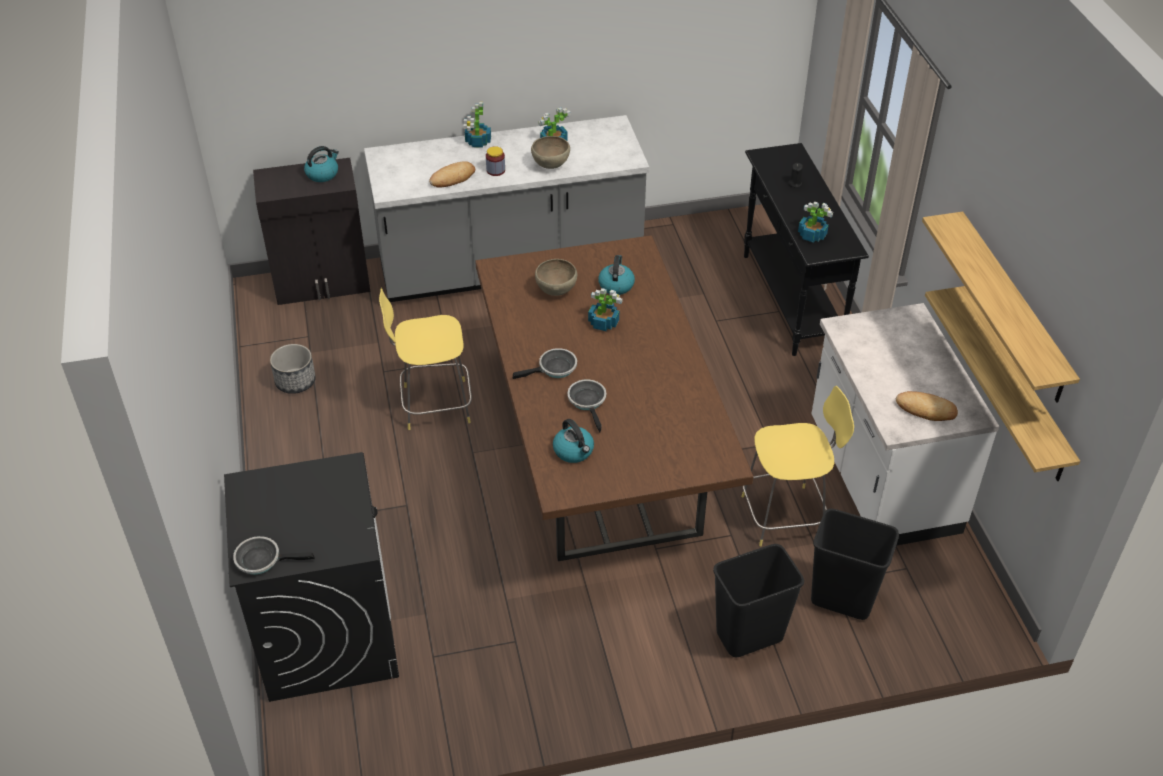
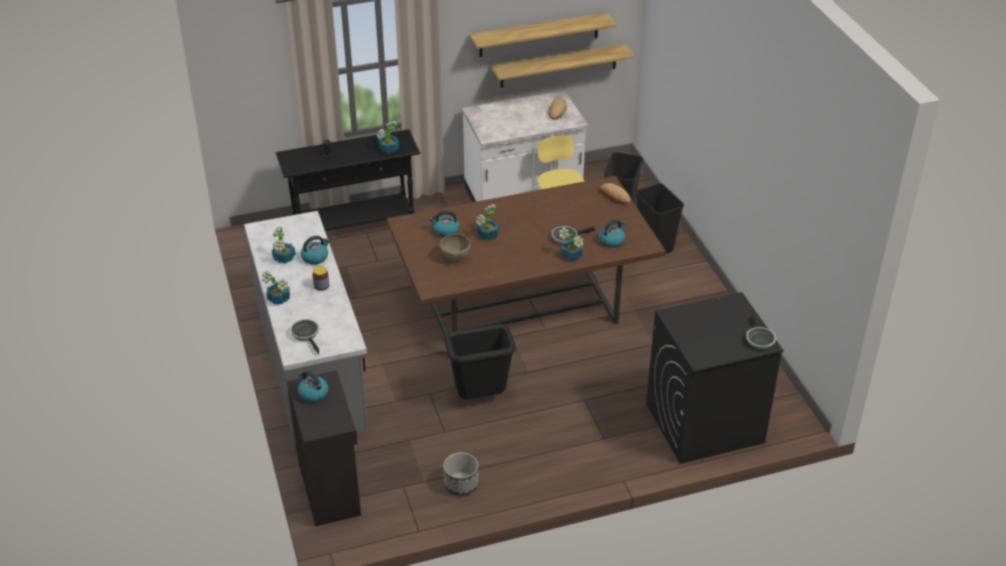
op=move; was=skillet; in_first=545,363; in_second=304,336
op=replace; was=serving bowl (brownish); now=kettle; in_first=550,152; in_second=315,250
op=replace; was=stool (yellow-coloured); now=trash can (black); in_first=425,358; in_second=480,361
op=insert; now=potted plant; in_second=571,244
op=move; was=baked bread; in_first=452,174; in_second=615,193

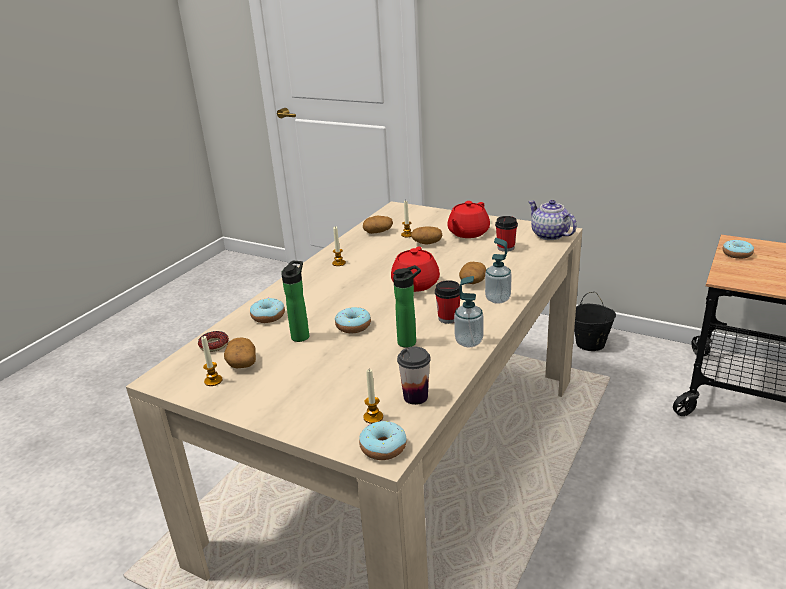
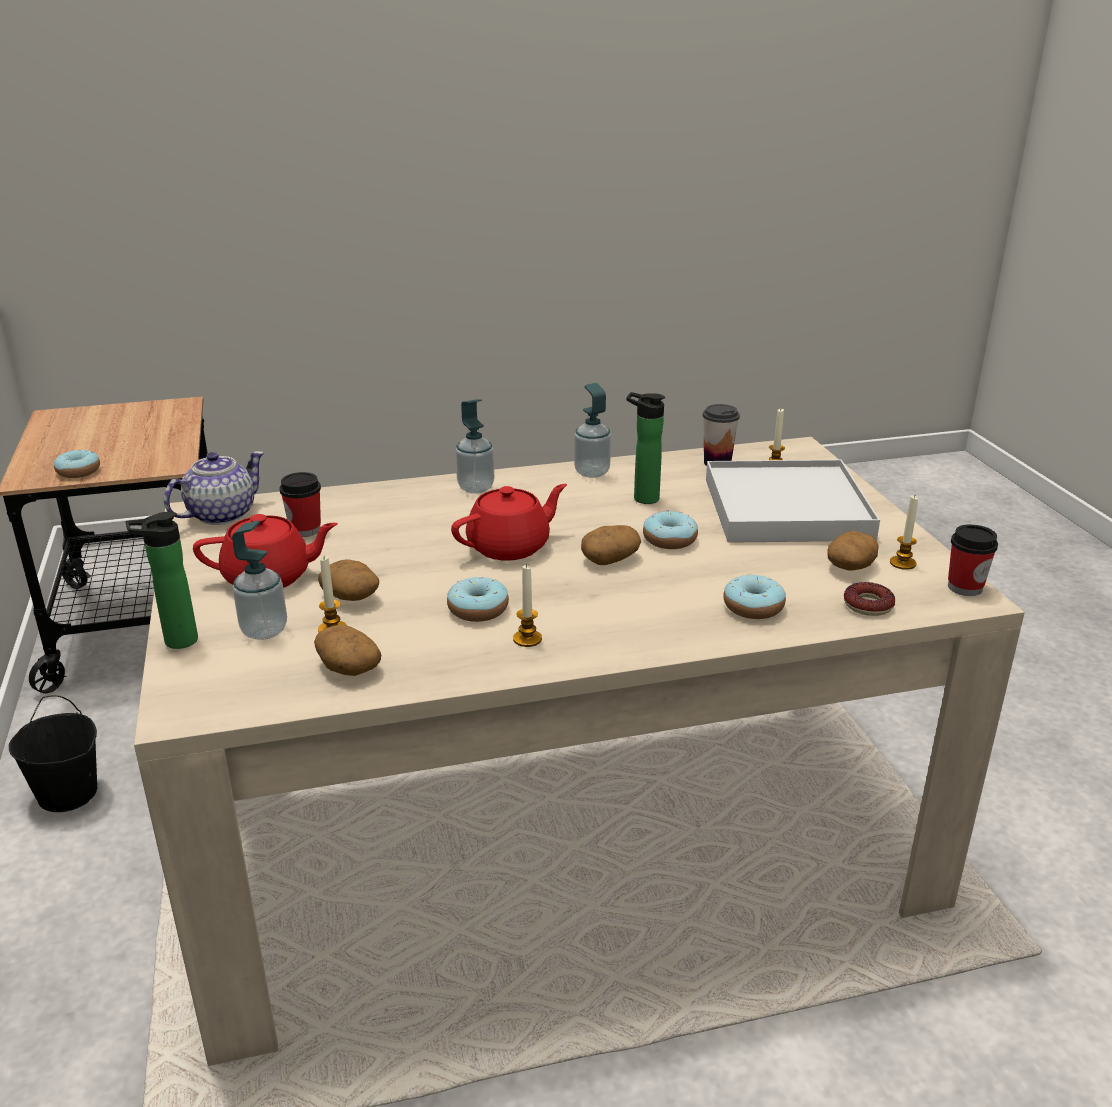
op=move; was=bottle; in_first=295,301; in_second=162,580
op=rotate; was=teapot; in_first=552,220; in_second=214,488; clockwise=-150
op=insert; now=soap bottle; in_second=259,580
op=move; was=donut; in_first=383,440; in_second=478,599
op=move; was=whole potato; in_first=472,273; in_second=611,545
op=insert; now=serving tray (white-coloured); in_second=793,501
op=move; was=drinking cup; in_first=447,302; in_second=973,560

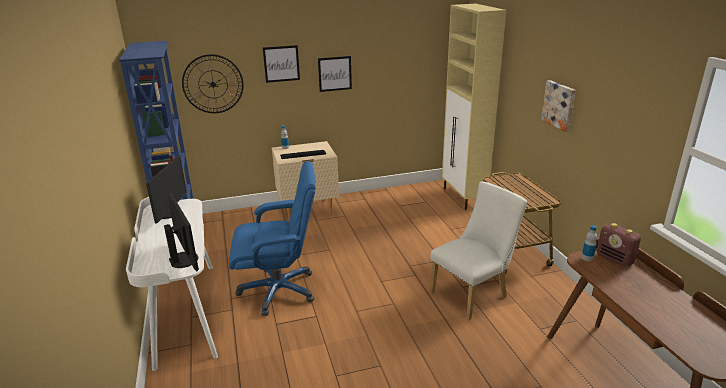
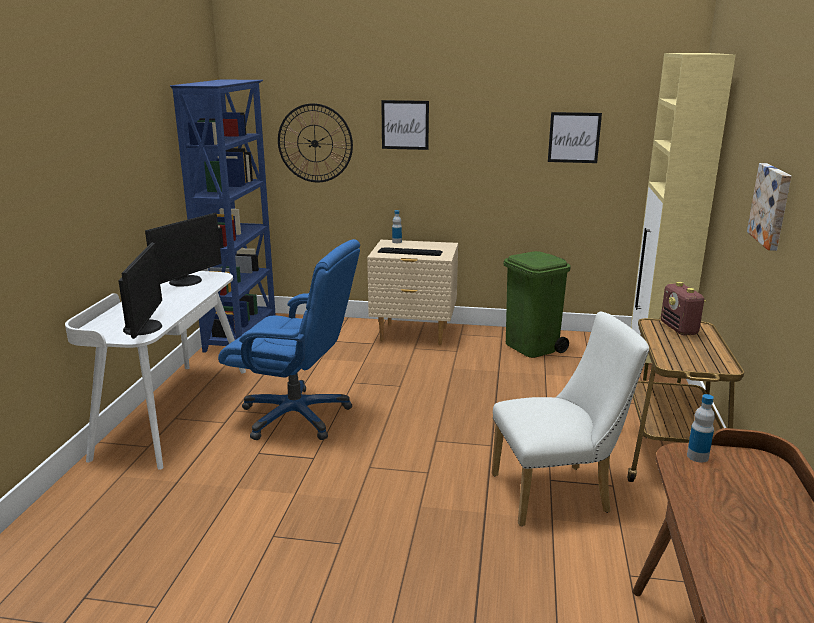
op=insert; now=trash can (green-coloured); in_second=537,304
op=move; was=wall art; in_first=335,74; in_second=575,137
op=move; was=radio; in_first=619,245; in_second=683,308

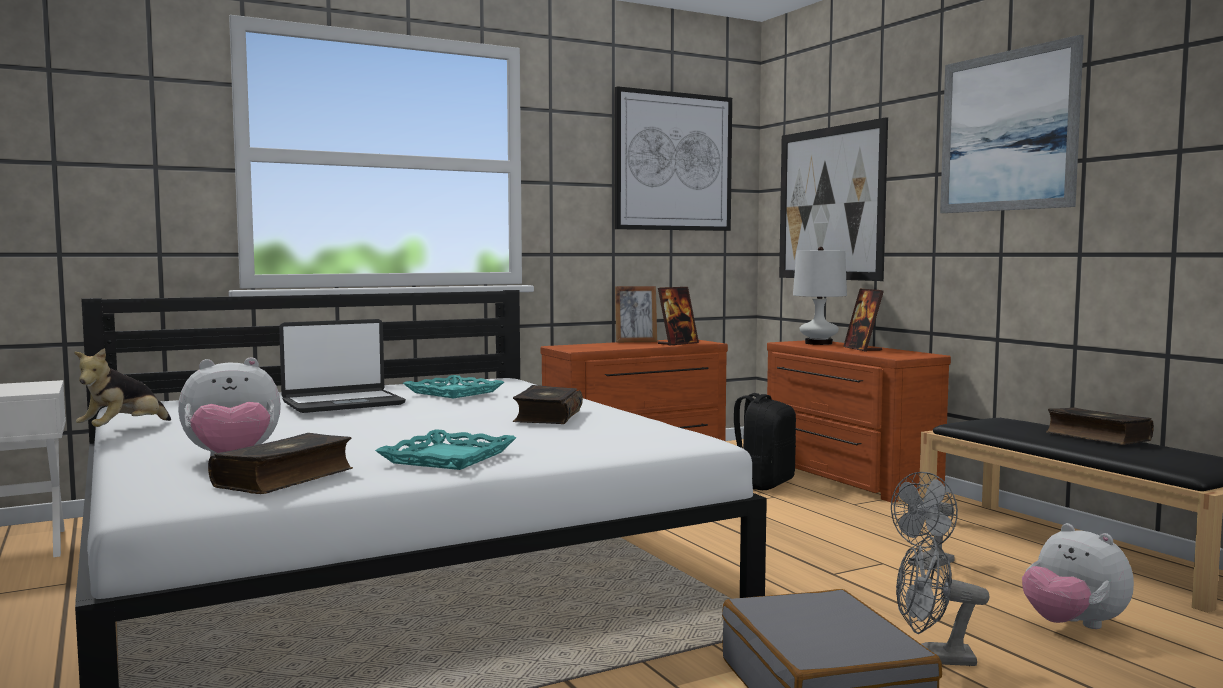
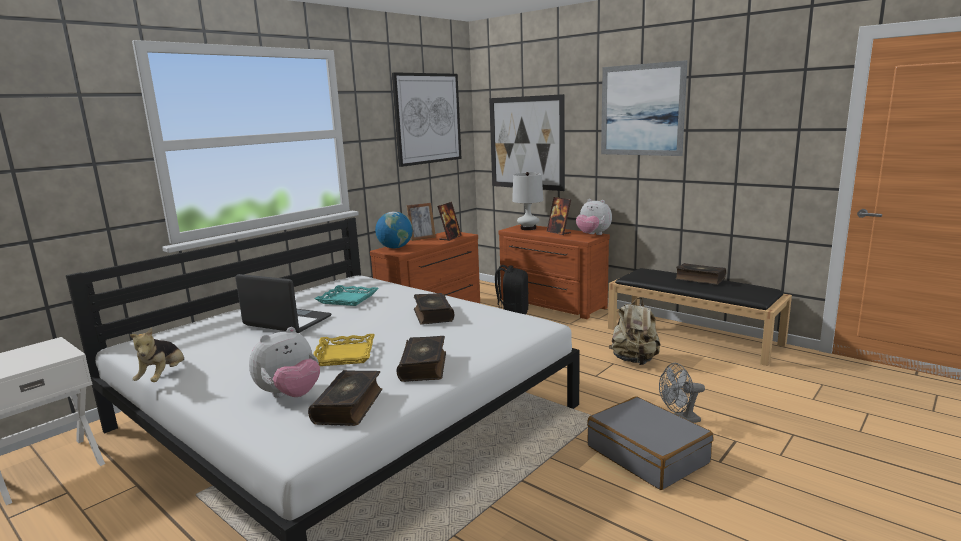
op=rotate; was=laptop; in_first=342,366; in_second=283,303; clockwise=-105
op=insert; now=serving tray (yellow-coloured); in_second=344,350
op=insert; now=world globe; in_second=394,230
op=replace; was=serving tray (turquoise); now=volume; in_first=446,449; in_second=421,359
op=move; was=cuddly toy; in_first=1078,576; in_second=594,217
op=replace; was=cooling fan (greyish); now=rucksack (beige-coloured); in_first=924,520; in_second=635,331

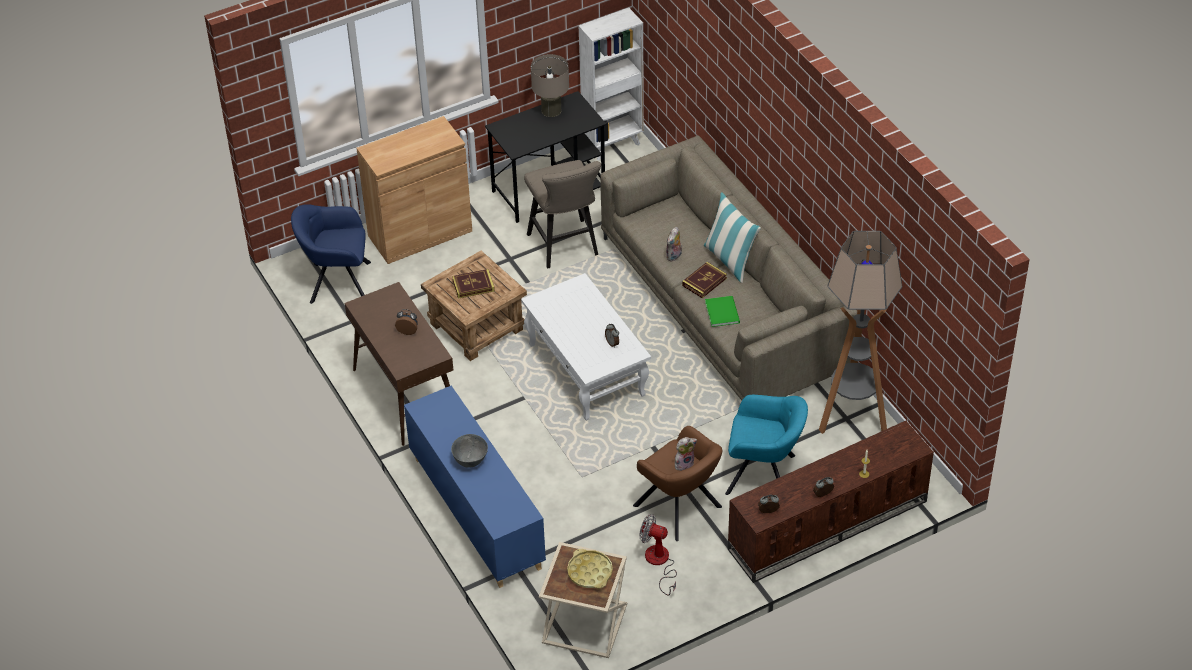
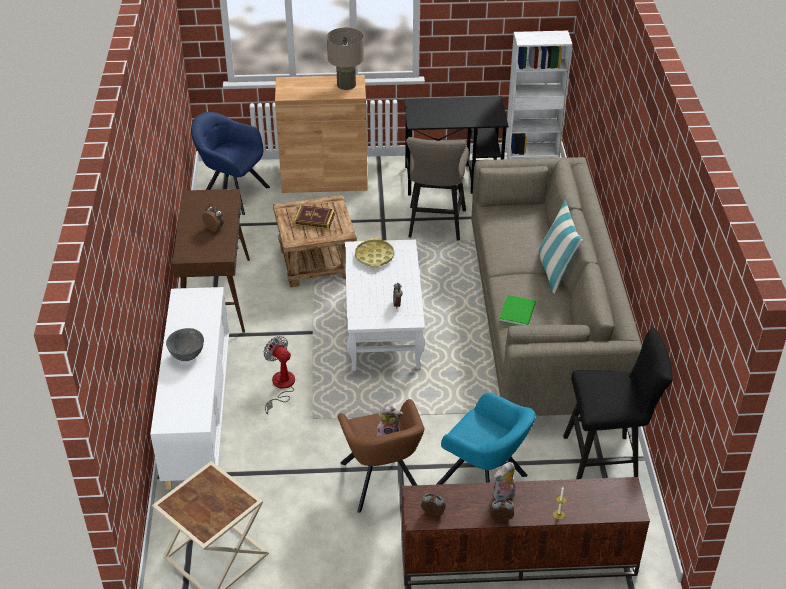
op=recolor; was=cabinet (blue-coloured); now=cabinet (white-coloured); in_first=475,487; in_second=189,388
op=move; was=cooling fan; in_first=658,554; in_second=279,375
op=move; was=table lamp (beige-coloured); in_first=550,85; in_second=345,59
op=move; was=serving tray (yellow-coloured); in_first=590,569; in_second=374,252
op=move; was=cuddly toy; in_first=674,244; in_second=504,481
op=replace; was=standing lamp; now=stool (black); in_first=860,332; in_second=618,403
op=delete; was=volume; in_first=704,280

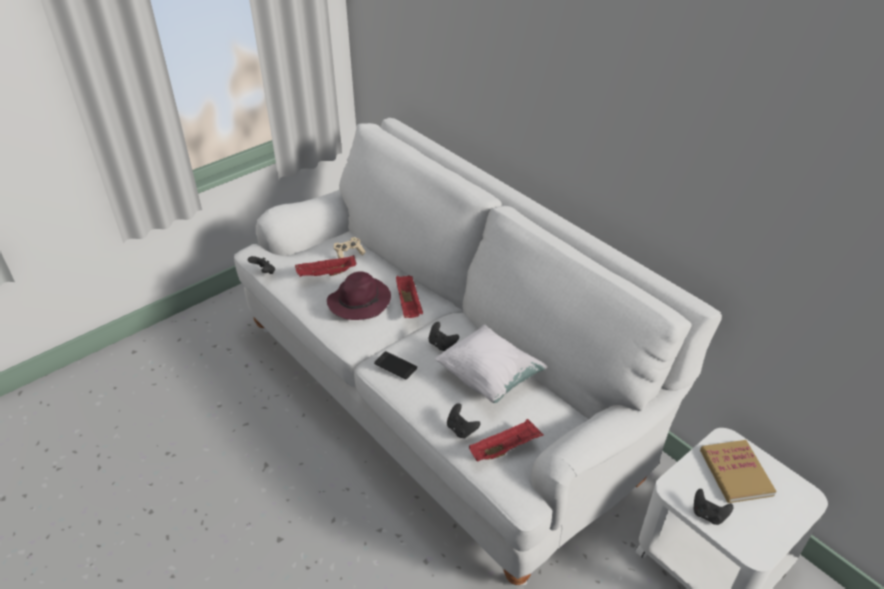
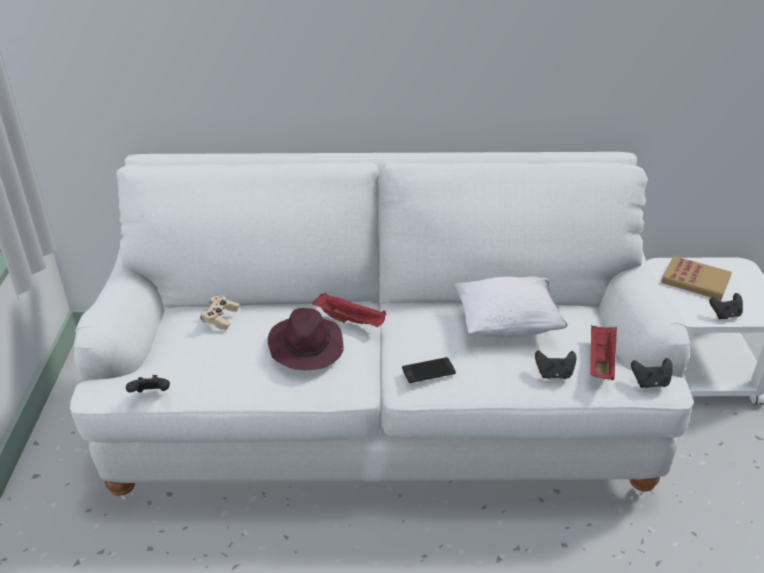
op=move; was=game controller (black); in_first=444,336; in_second=652,373
op=delete; was=serving tray (red); in_first=325,266

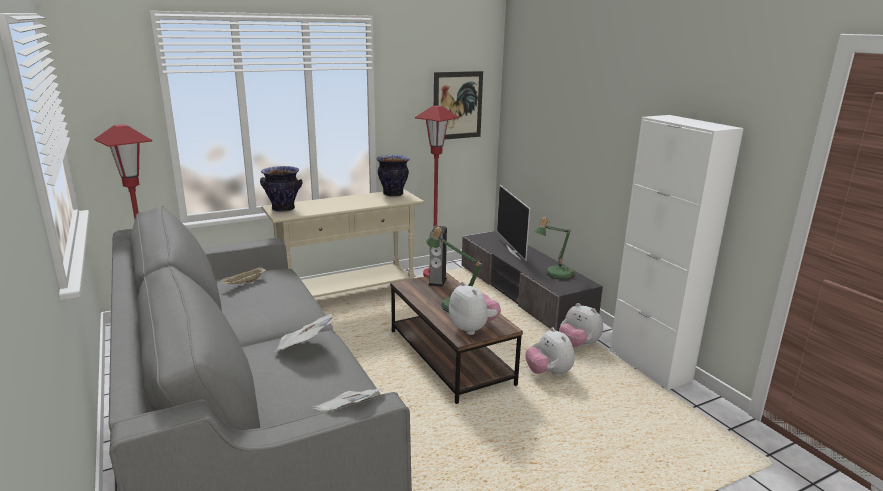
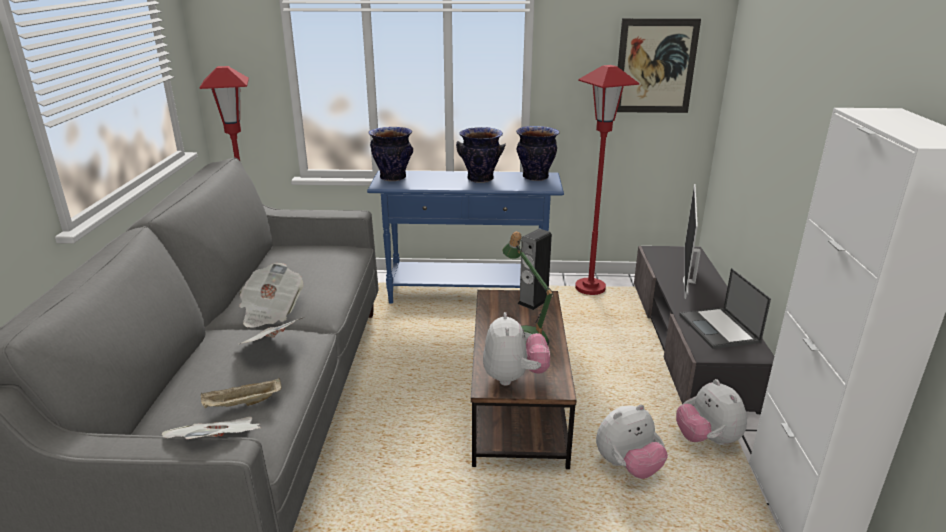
op=move; was=serving tray (beige-coloured); in_first=243,275; in_second=241,393
op=insert; now=newspaper; in_second=271,295
op=recolor; was=hall table (beige-coloured); now=hall table (blue-coloured); in_first=343,243; in_second=465,237
op=insert; now=decorative vase; in_second=481,155
op=rotate; was=cuddly toy; in_first=550,351; in_second=632,441; clockwise=-120
op=replace; was=table lamp; now=laptop; in_first=554,248; in_second=725,308

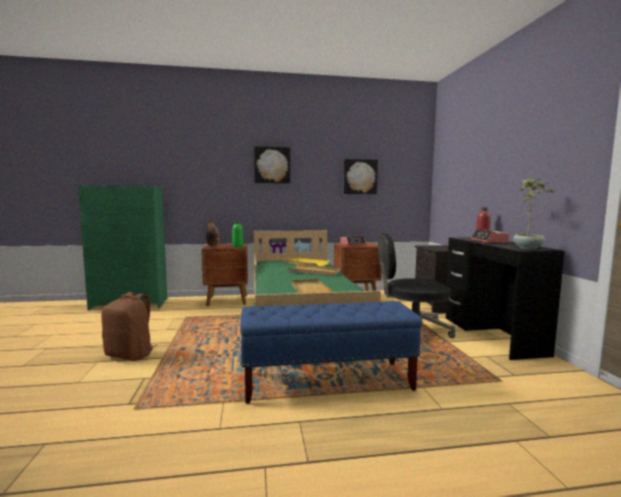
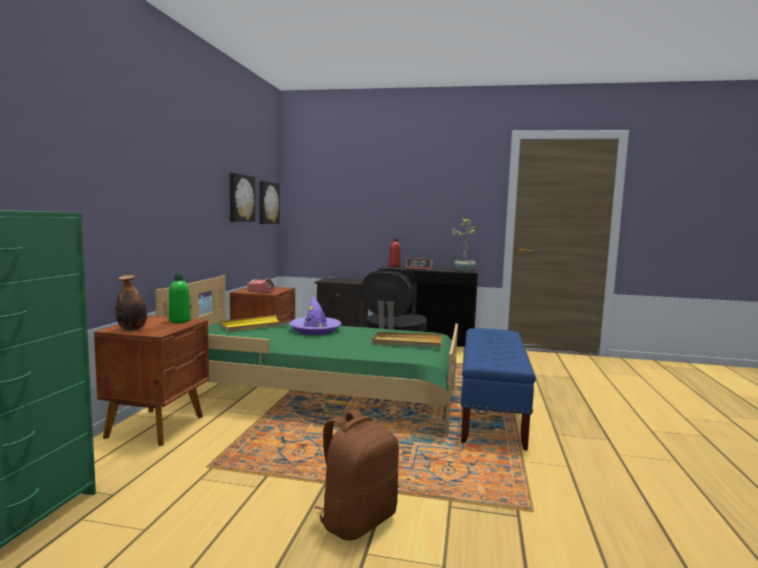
op=move; was=wall art; in_first=272,164; in_second=269,202
op=replace; was=serving tray (beige-coloured); now=clothing hat (purple); in_first=314,270; in_second=315,315

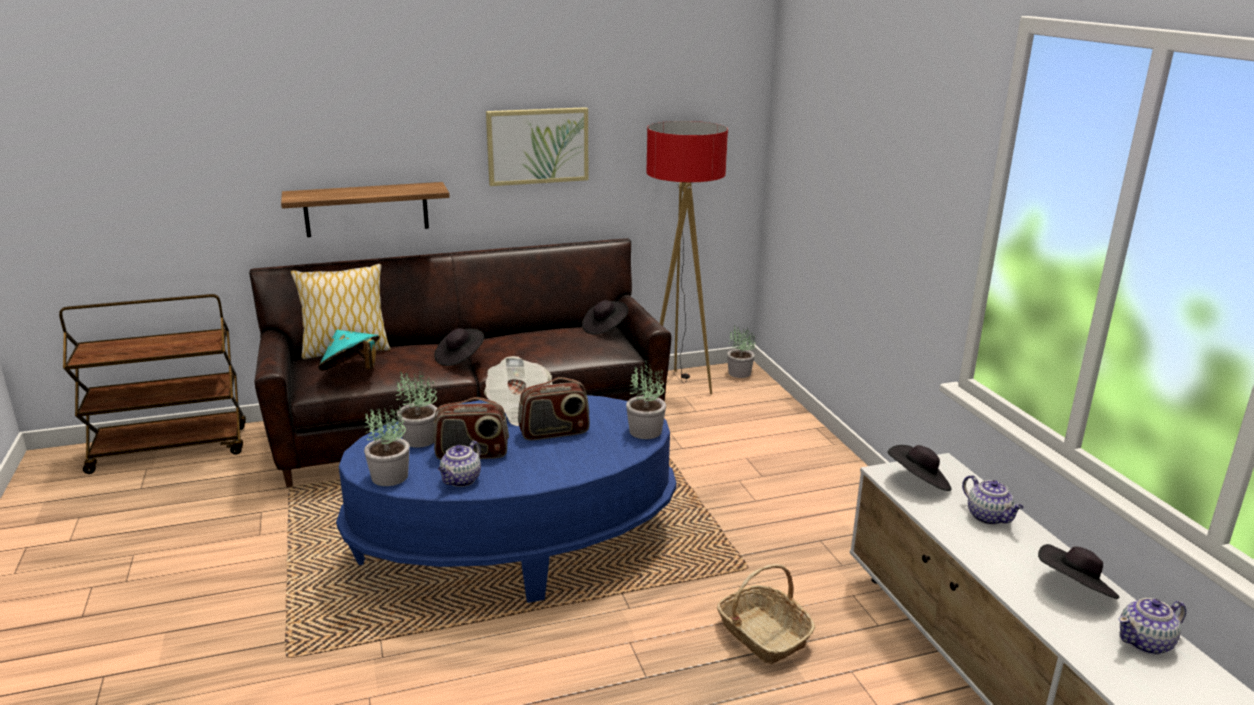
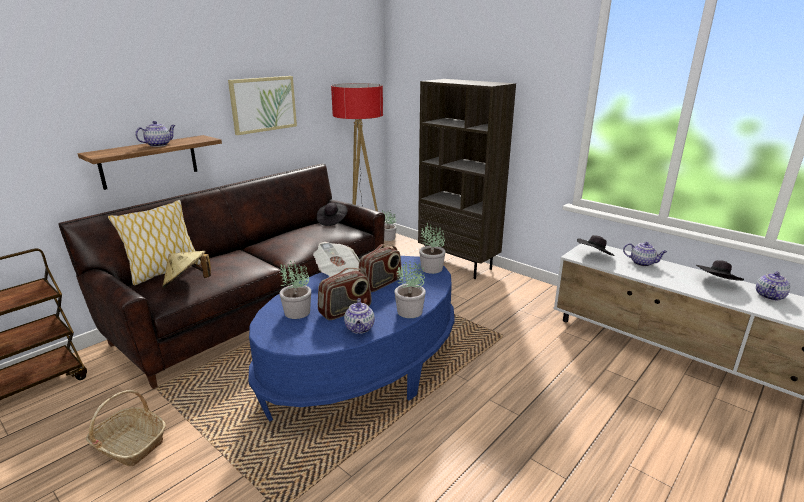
op=move; was=basket; in_first=766,614; in_second=126,428
op=insert; now=teapot; in_second=155,134
op=recolor; was=clothing hat (turquoise); now=clothing hat (beige-coloured); in_first=349,350; in_second=186,269
op=move; was=potted plant; in_first=387,446; in_second=410,288
op=insert; now=bookcase (brownish); in_second=467,179
op=delete; was=clothing hat (black); in_first=459,347

